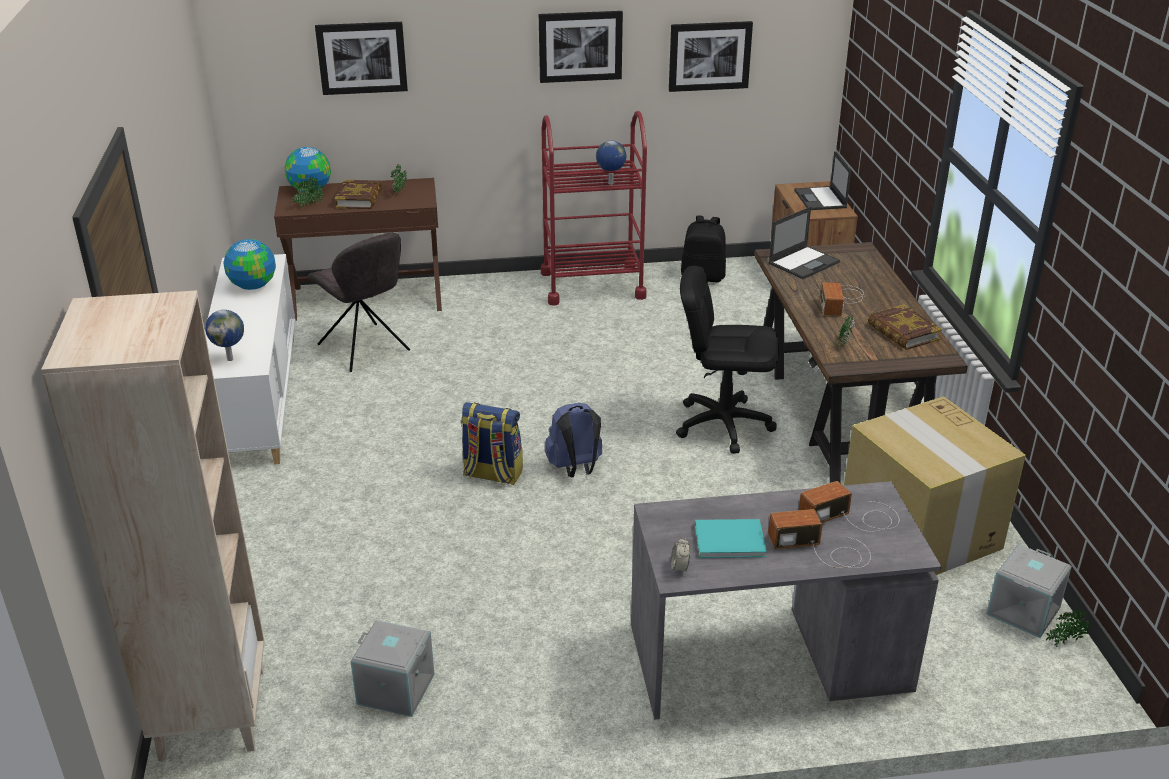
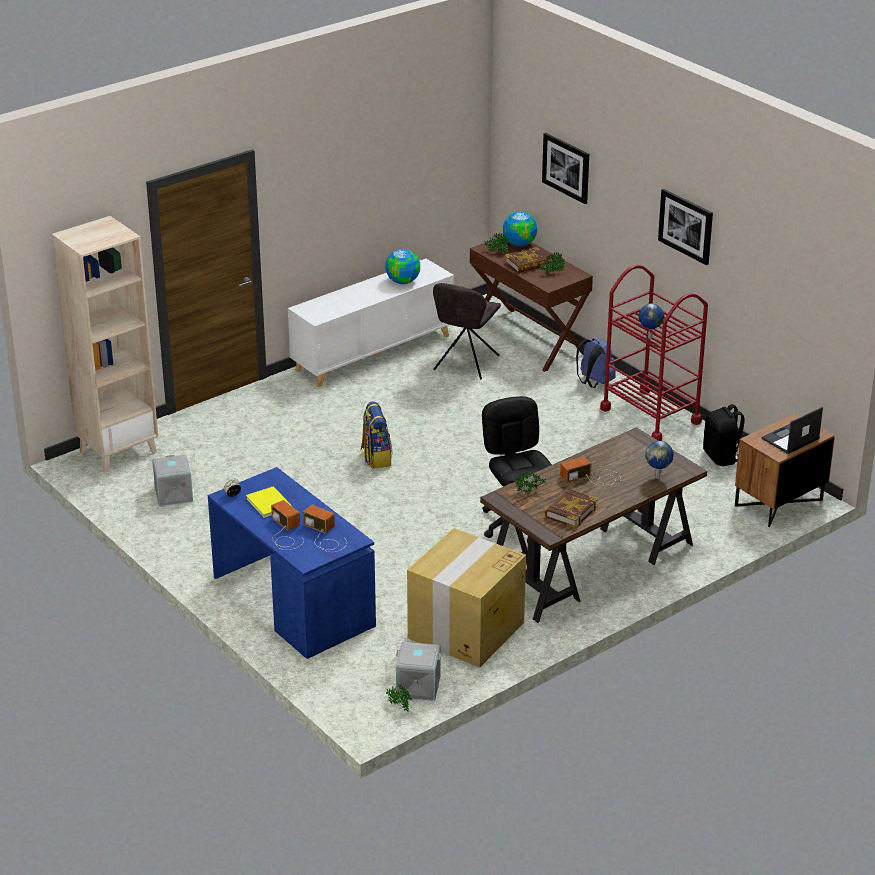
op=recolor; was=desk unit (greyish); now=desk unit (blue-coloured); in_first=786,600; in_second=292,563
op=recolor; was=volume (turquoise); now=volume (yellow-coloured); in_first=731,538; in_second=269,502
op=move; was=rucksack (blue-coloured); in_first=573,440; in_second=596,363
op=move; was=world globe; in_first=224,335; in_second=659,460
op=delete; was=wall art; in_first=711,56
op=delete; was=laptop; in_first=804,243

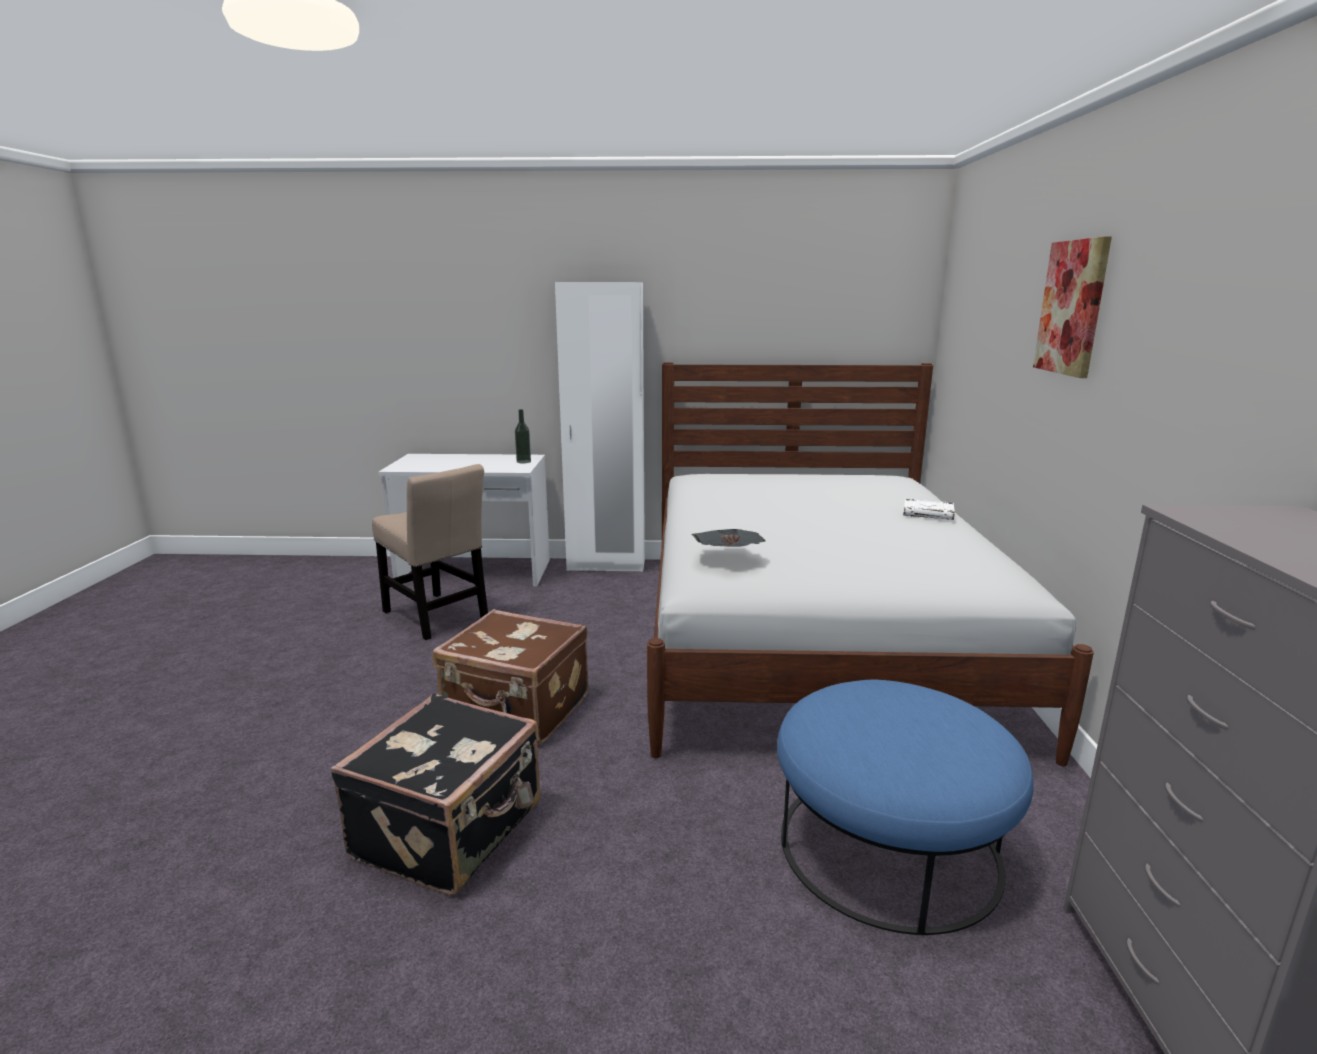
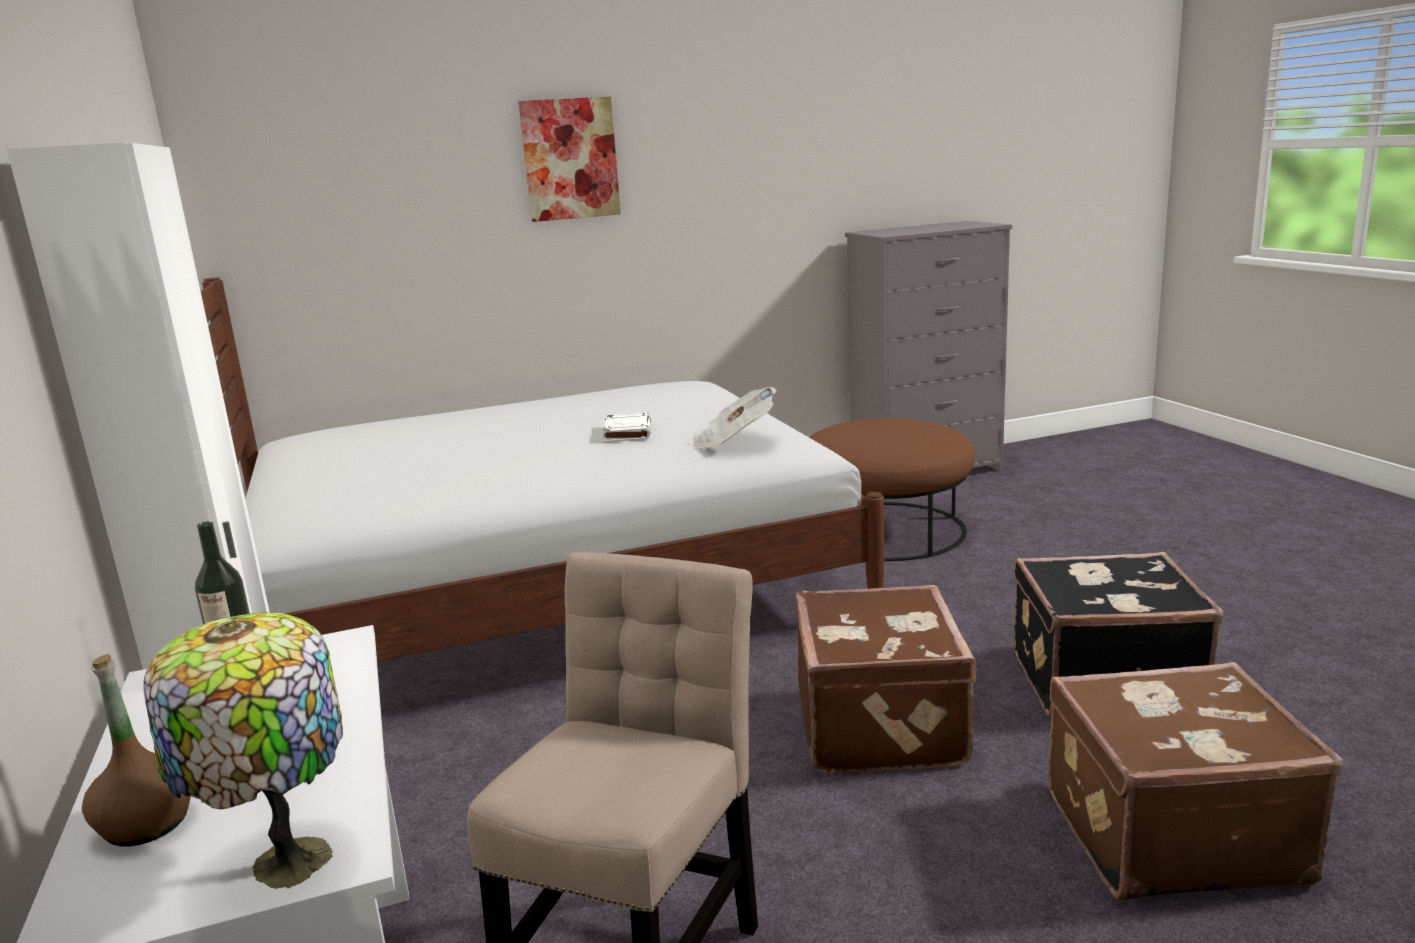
op=insert; now=bottle (brownish); in_second=136,750
op=insert; now=table lamp; in_second=243,750
op=move; was=volume (white-coloured); in_first=929,509; in_second=627,427
op=recolor; was=pouffe (blue-coloured); now=pouffe (brownish); in_first=905,807; in_second=892,489
op=insert; now=travel case (brownish); in_second=1195,781

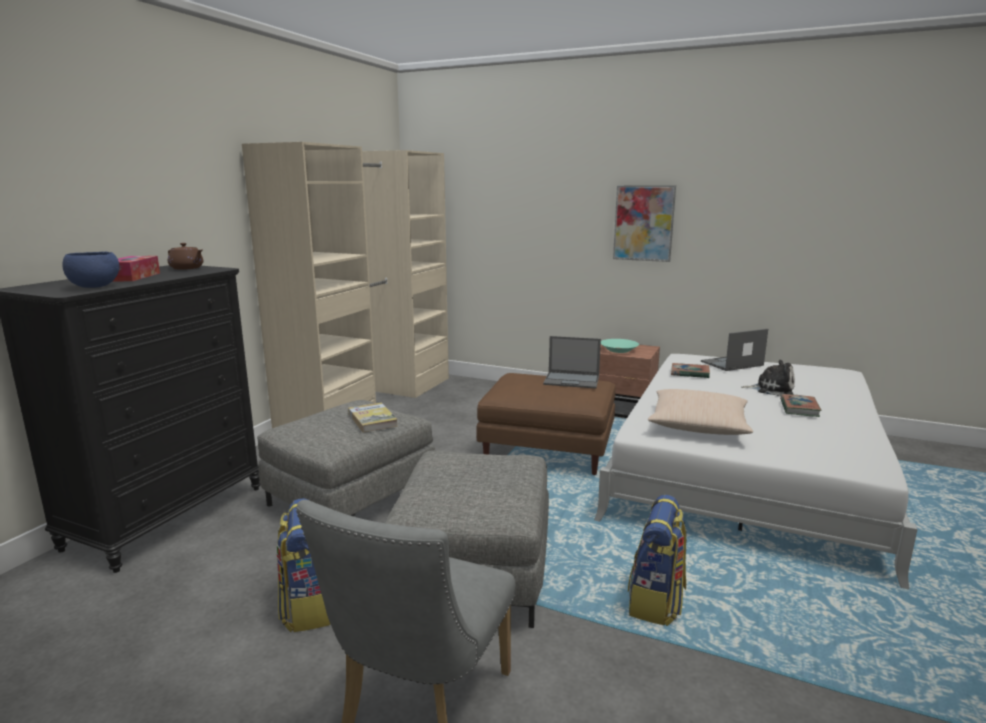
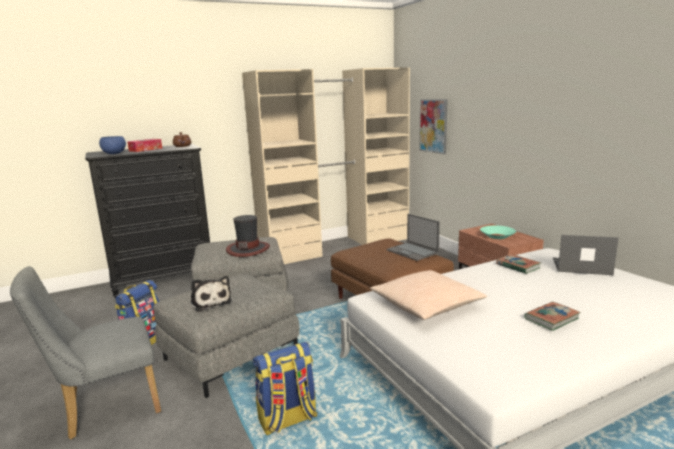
op=move; was=cuddly toy; in_first=768,378; in_second=211,294
op=replace; was=volume; now=clothing hat; in_first=373,417; in_second=248,236
op=move; was=wall art; in_first=644,223; in_second=433,126

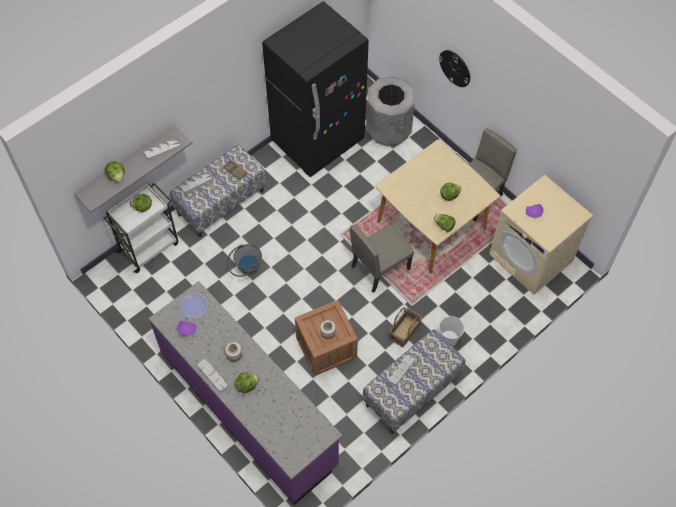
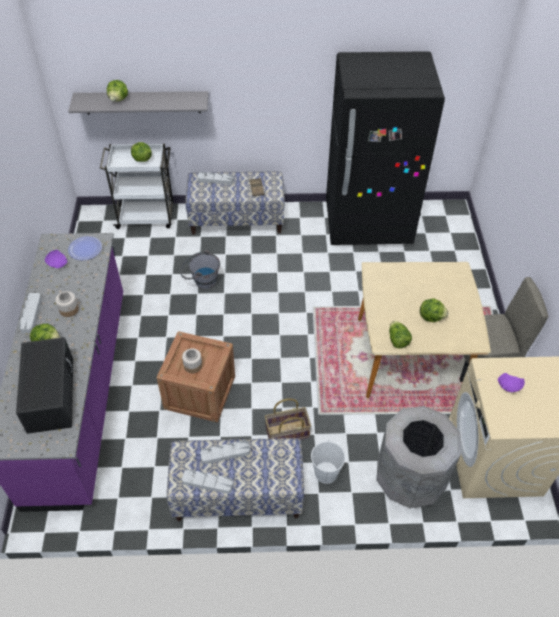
op=insert; now=microwave oven (black); in_second=44,385
op=move; was=serving tray (greyish); in_first=163,149; in_second=208,481
op=move; was=trash can (greyish); in_first=390,111; in_second=419,457
op=delete; was=upright chair (beige-coloured); in_first=382,258
op=delete; was=wall clock; in_first=454,68

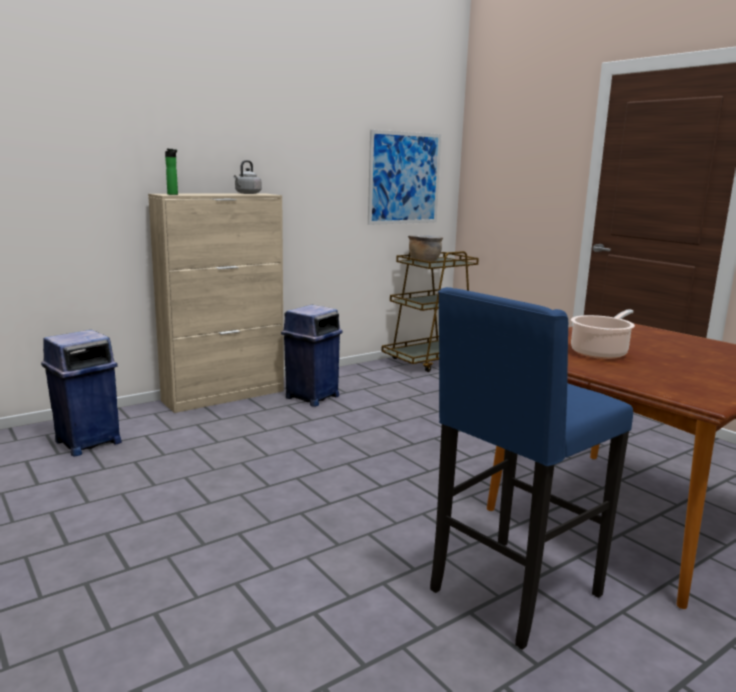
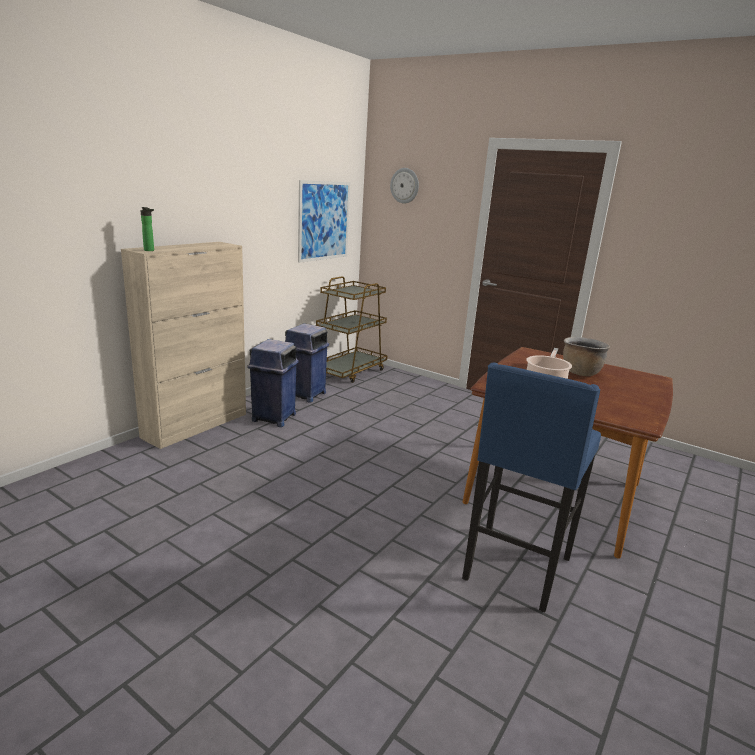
op=move; was=trash can (blue-coloured); in_first=81,393; in_second=307,363
op=insert; now=wall clock; in_second=404,185
op=move; was=saucepot (brownish); in_first=425,249; in_second=586,356
op=delete; was=kettle (greyish); in_first=248,177

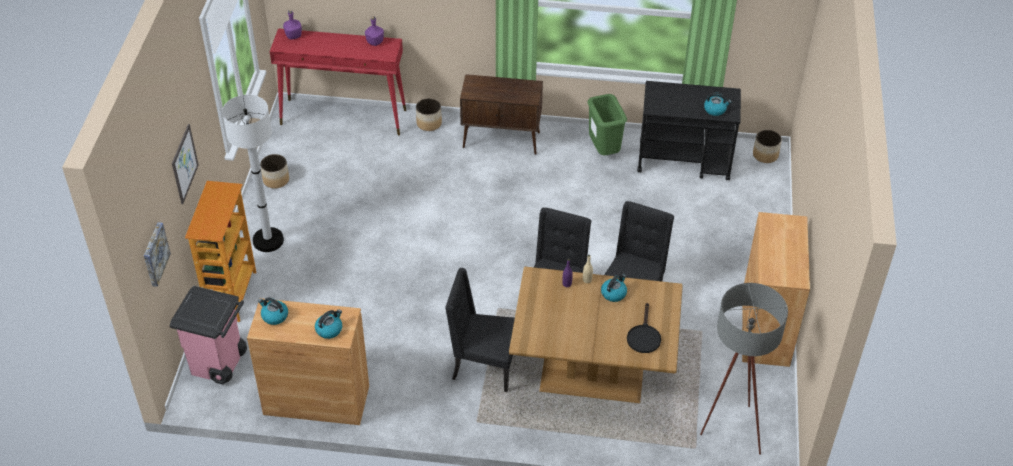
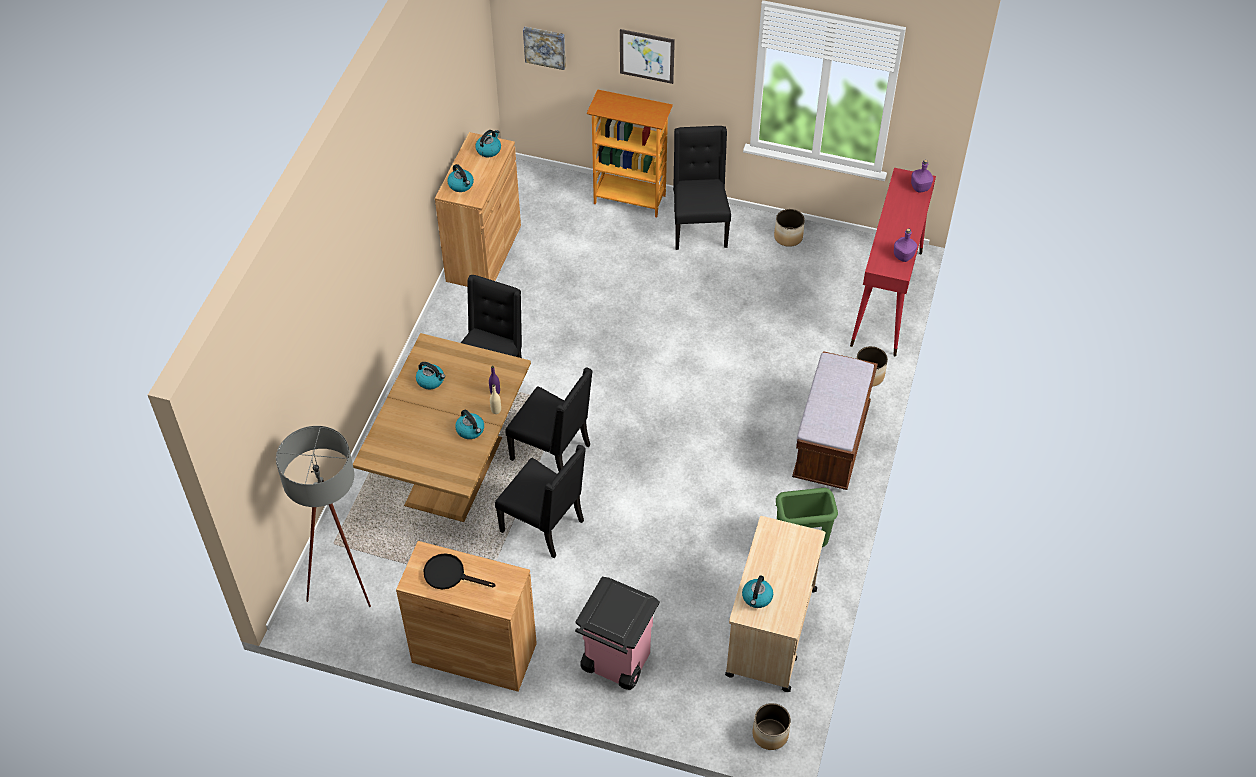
op=insert; now=kettle; in_second=430,375
op=move; was=skillet (black); in_first=644,328; in_second=459,571
op=move; was=trash can (pink); in_first=208,335; in_second=617,633
op=replace; was=standing lamp (white-coloured); now=upright chair (black); in_first=253,173; in_second=702,188
op=recolor; was=wheeled cart (black); now=wheeled cart (beige-coloured); in_first=689,130; in_second=775,604
op=replace; was=cabinet (brownish); now=long seat (brownish); in_first=501,114; in_second=834,420

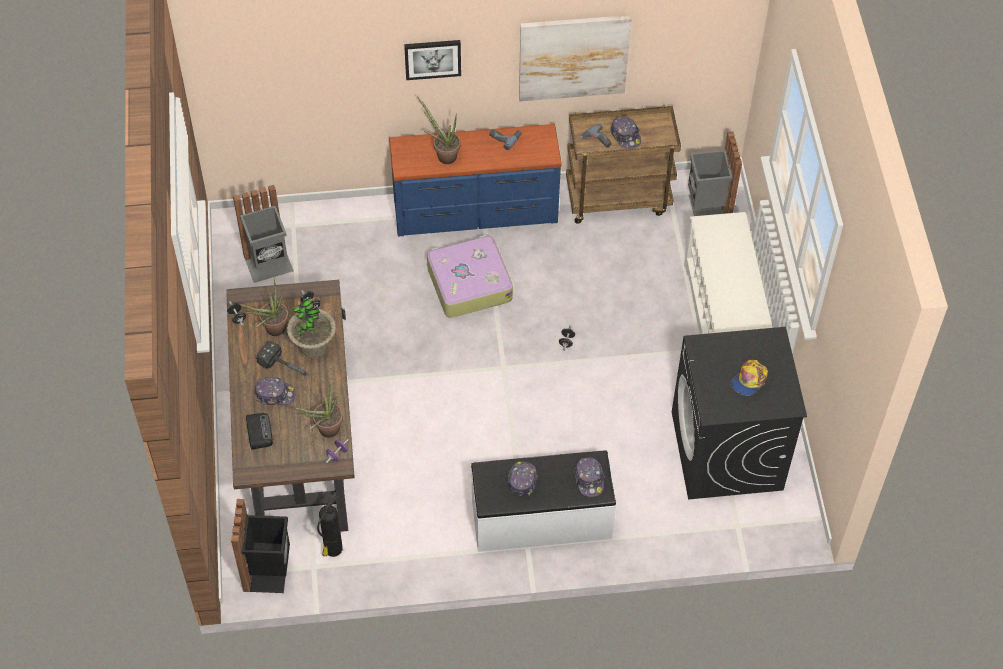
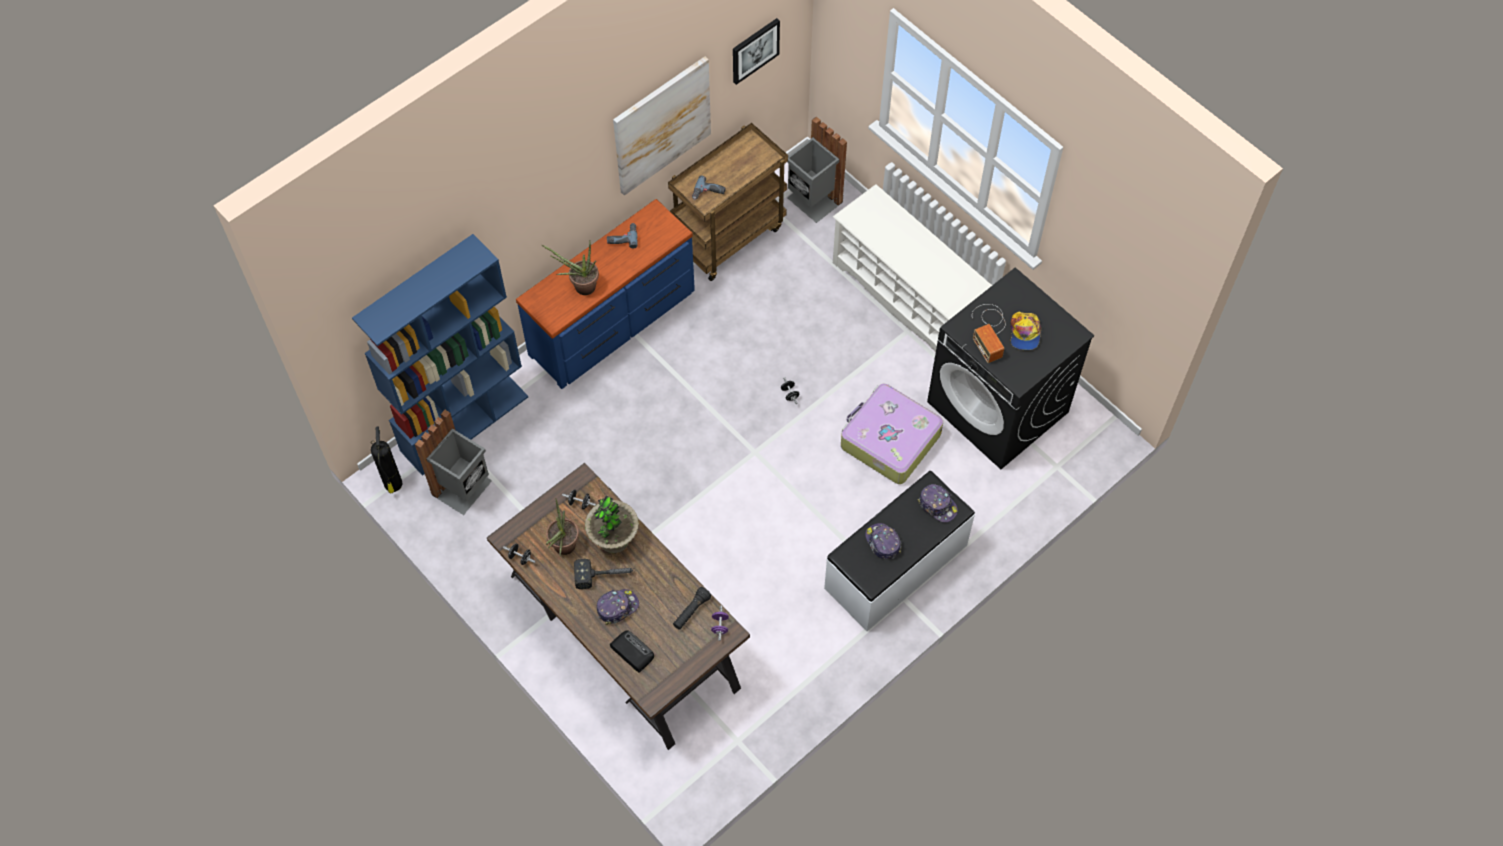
op=insert; now=bookcase (blue-coloured); in_second=440,355
op=move; was=fire-fighting cylinder; in_first=330,525; in_second=387,459
op=replace; was=potted plant; now=hand torch (black); in_first=318,409; in_second=692,608
op=move; was=wall art; in_first=432,60; in_second=756,51
op=move; was=travel case; in_first=470,276; in_second=892,434
op=insert; now=radio; in_second=988,333
op=delete; was=trash can (black); in_first=260,546
op=delete; was=peaked cap; in_first=625,132

